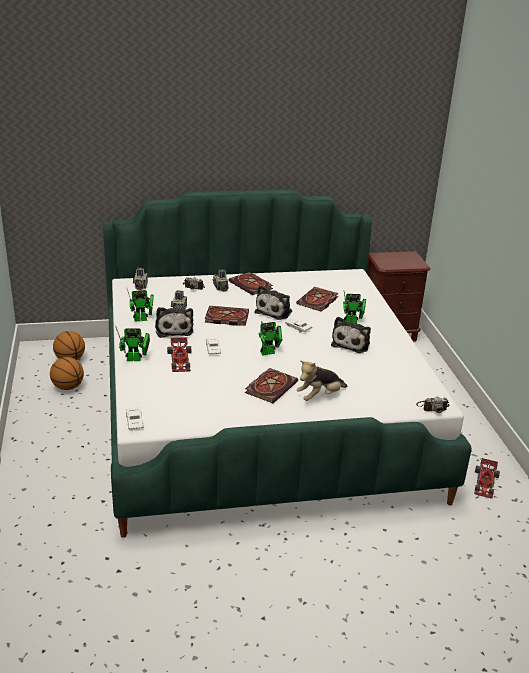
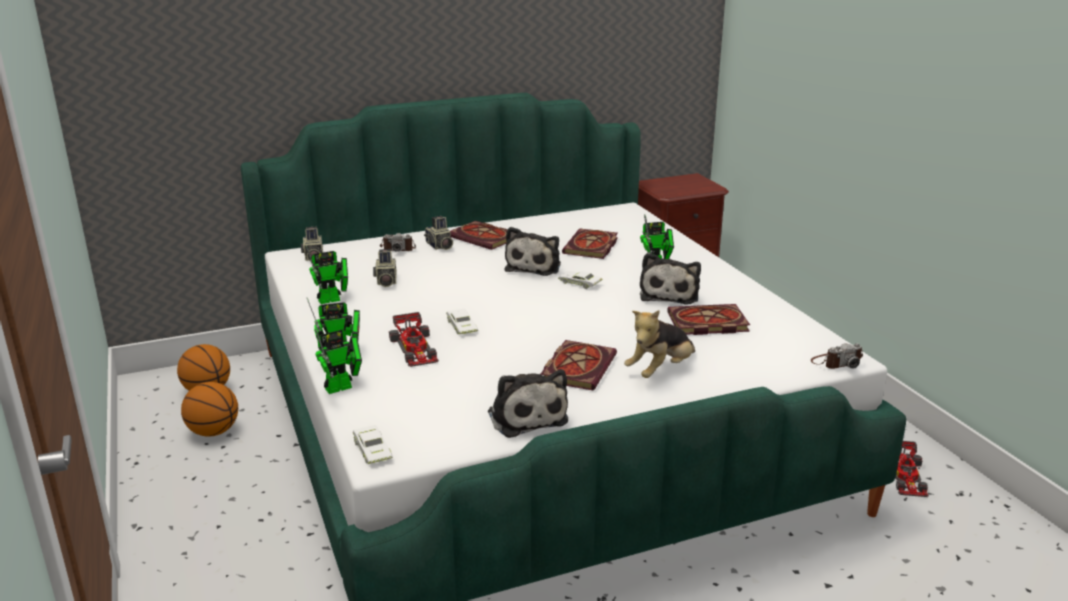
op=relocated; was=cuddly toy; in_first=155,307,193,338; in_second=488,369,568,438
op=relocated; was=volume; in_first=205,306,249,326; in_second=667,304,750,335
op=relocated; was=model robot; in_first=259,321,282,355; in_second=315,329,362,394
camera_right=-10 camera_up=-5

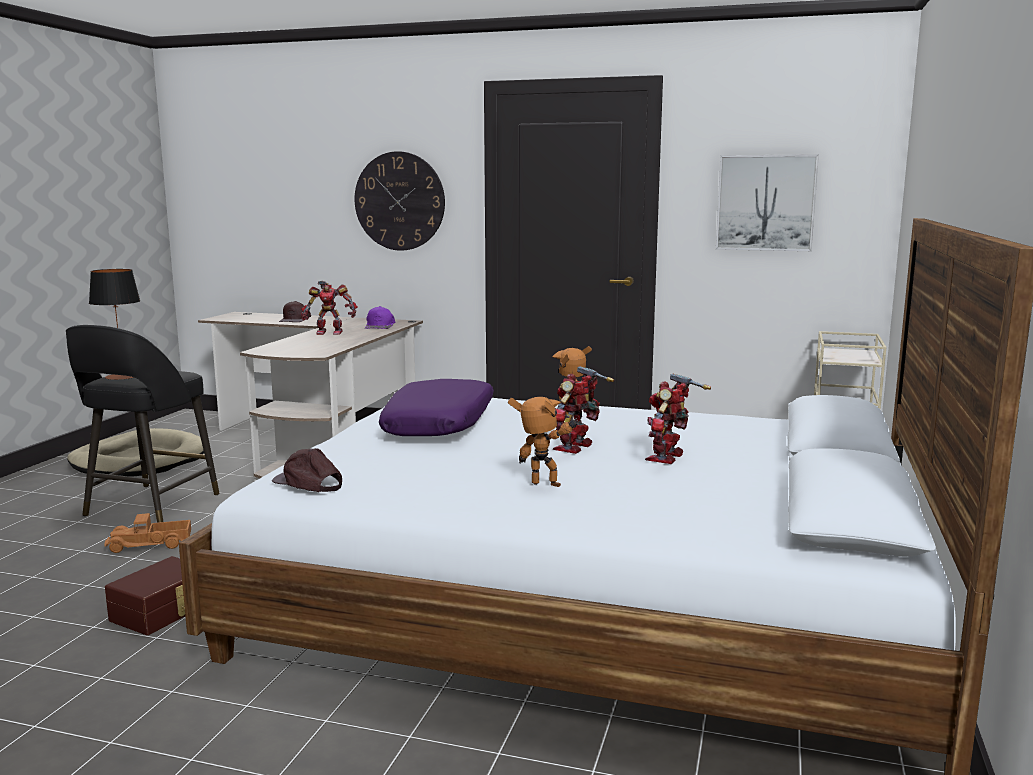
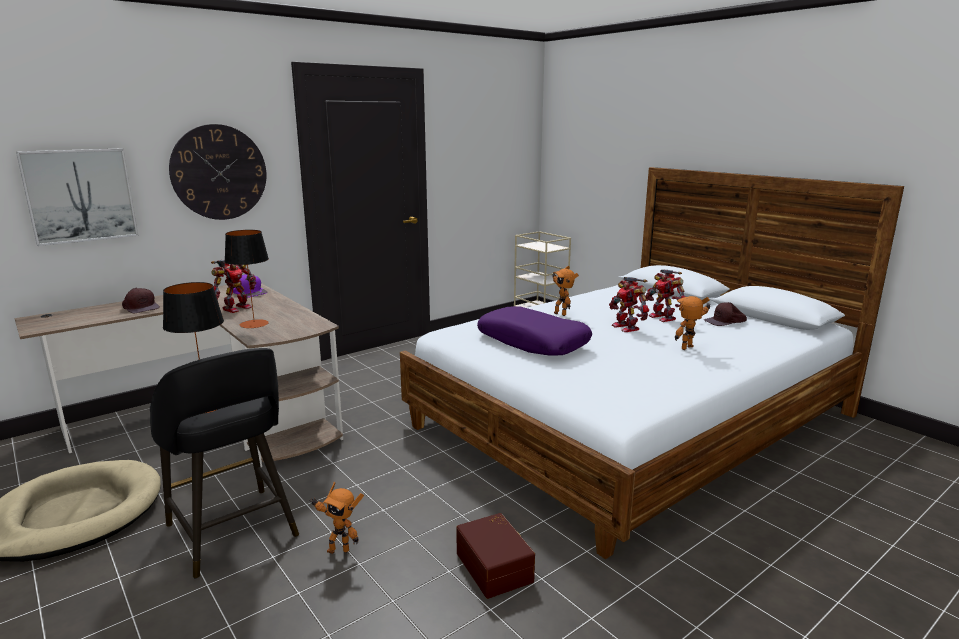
op=appeared; now=table lamp; in_second=224,230,269,328
op=relocated; was=baseball cap (brown-coloured); in_first=272,448,342,492; in_second=704,302,747,326
op=relocated; was=wall art; in_first=716,154,819,251; in_second=16,148,138,246
op=exchanged; was=toy lorry; now=model robot; in_first=104,513,191,553; in_second=310,482,364,554
camera_right=-55 camera_up=5

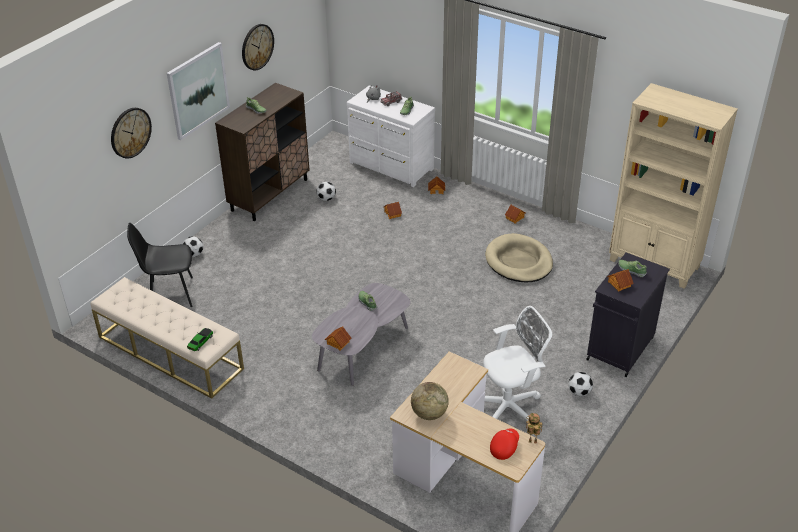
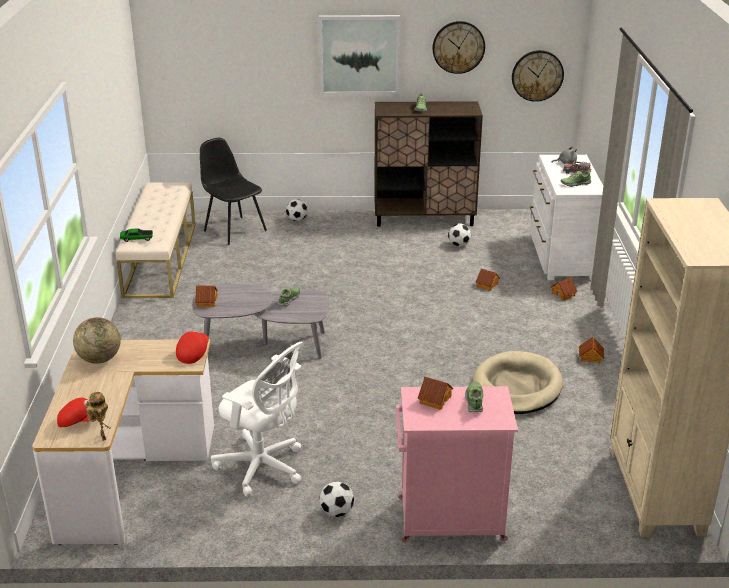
op=appeared; now=baseball cap (reddish); in_second=176,331,209,364
op=relocated; was=hanging clock; in_first=111,108,152,159; in_second=512,50,564,102
op=colour; was=storage cabinet (black-coloured); now=storage cabinet (pinkish); in_first=586,253,670,377; in_second=396,386,518,542
camera_right=55 camera_up=-10

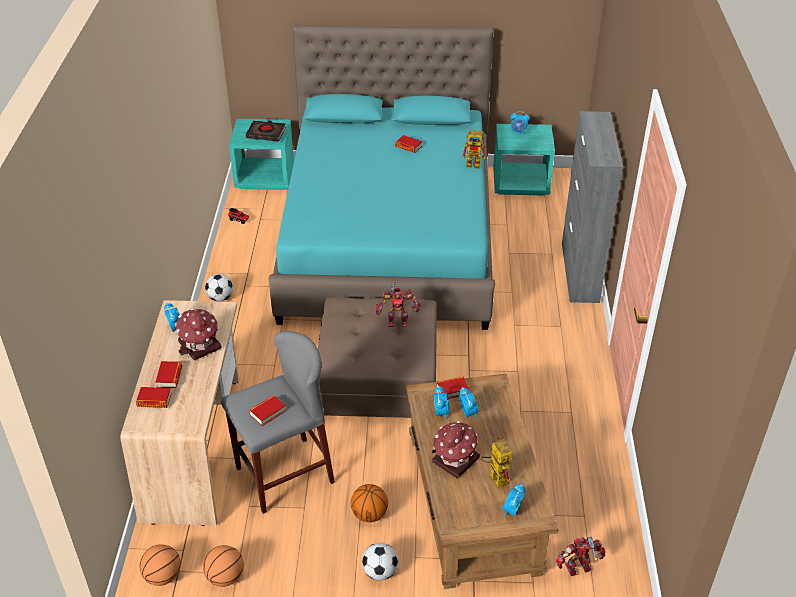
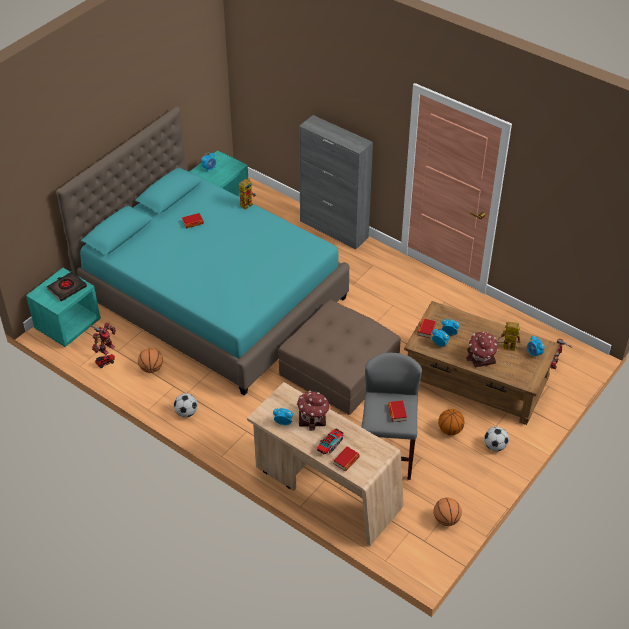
op=relocated; was=ball for basketball; in_first=140,544,181,586; in_second=138,348,163,373
op=relocated; was=model robot; in_first=376,280,421,327; in_second=90,323,116,355
op=exchanged; was=volume; now=toy lorry; in_first=156,361,182,388; in_second=317,428,344,454
camera_right=-55 camera_up=5

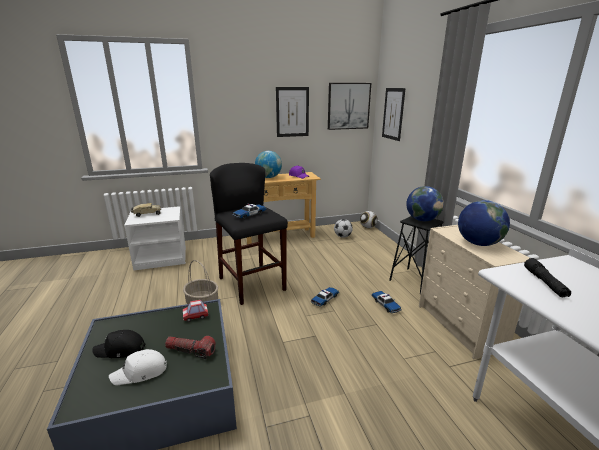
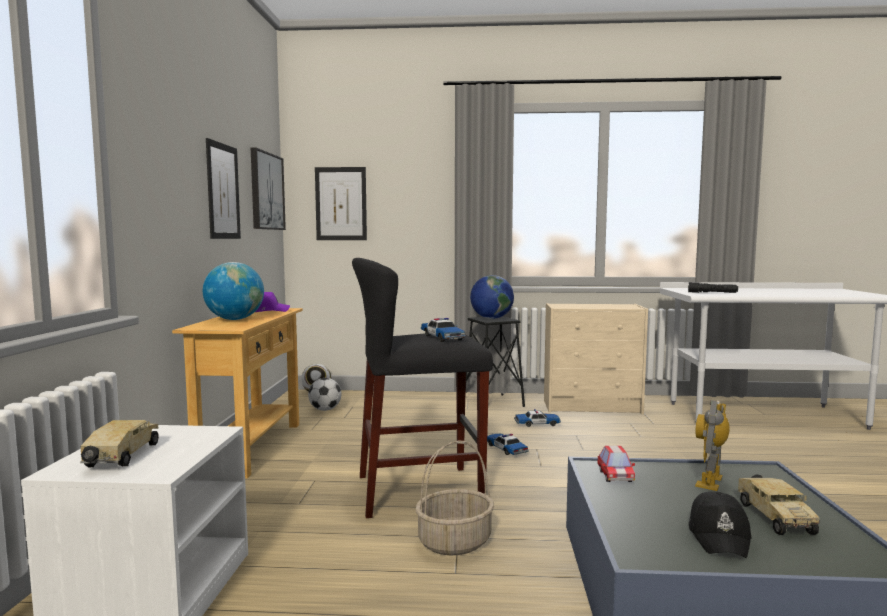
op=missing; was=globe; in_first=458,200,510,246
op=exchanged; was=baseball cap (white); now=toy lorry; in_first=109,349,167,386; in_second=737,474,820,535
op=exchanged; was=hand torch; now=model robot; in_first=165,336,216,359; in_second=695,400,730,491
camera_right=-70 camera_up=-15

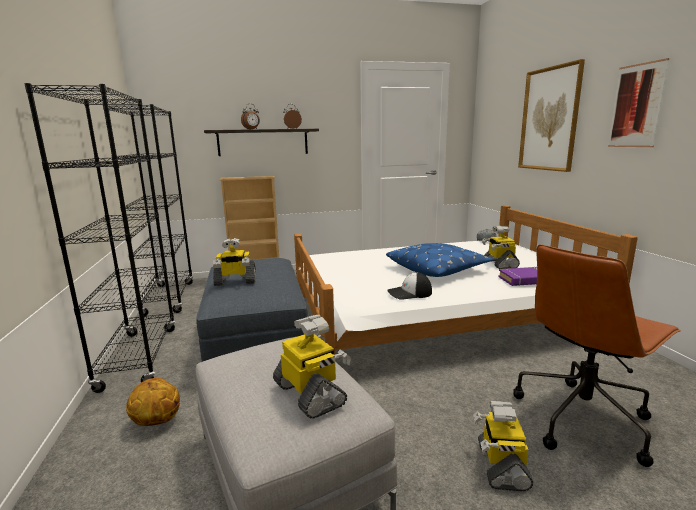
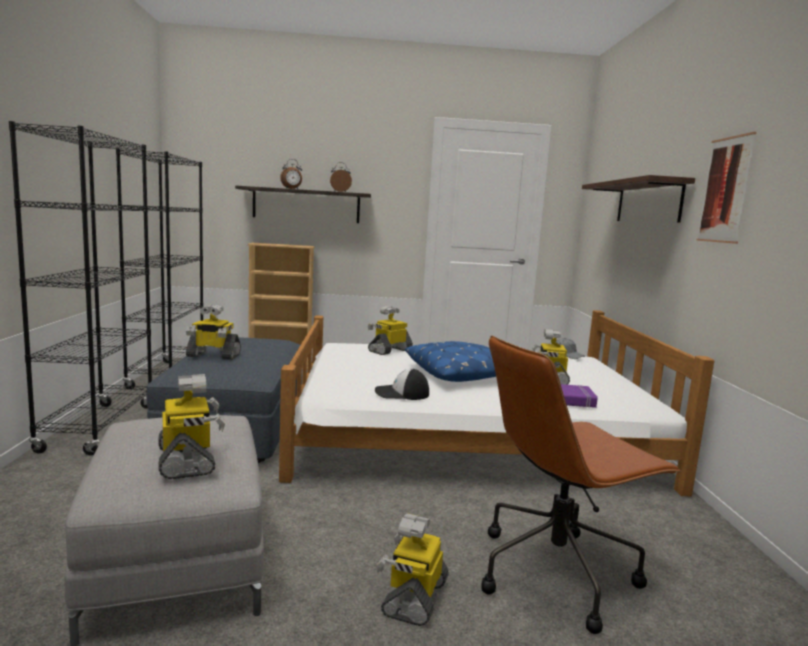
op=missing; was=ball for basketball; in_first=126,378,180,426
op=appeared; now=model robot; in_second=368,306,413,355
op=exchanged; was=wall art; now=wall shelf; in_first=518,59,585,172; in_second=582,175,695,222
camera_right=10 camera_up=-5

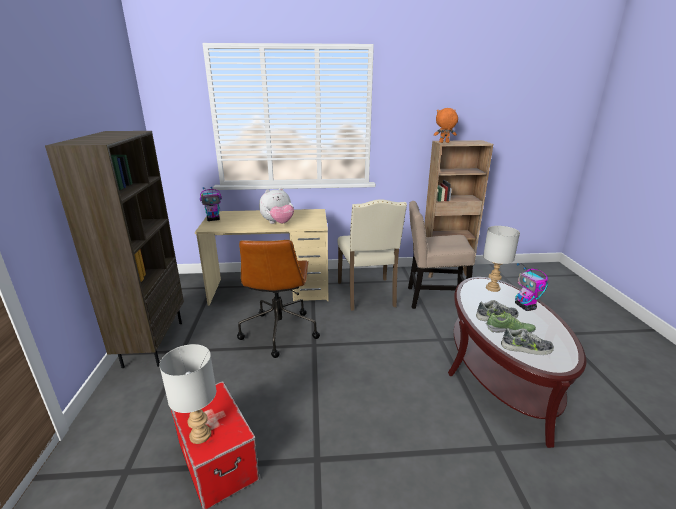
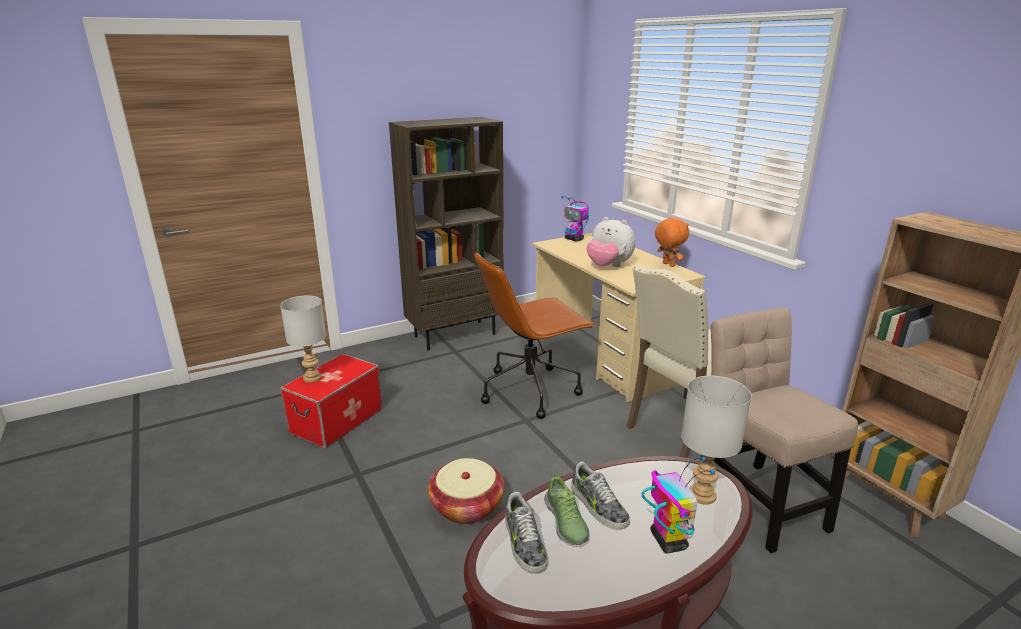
op=appeared; now=storage basket; in_second=428,458,505,524
op=relocated; was=cuddly toy (orange-coloured); in_first=434,108,458,143; in_second=655,217,689,267
op=spun; was=model robot; in_first=515,263,548,311; in_second=642,457,715,553; clockwise=120
camera_right=65 camera_up=0

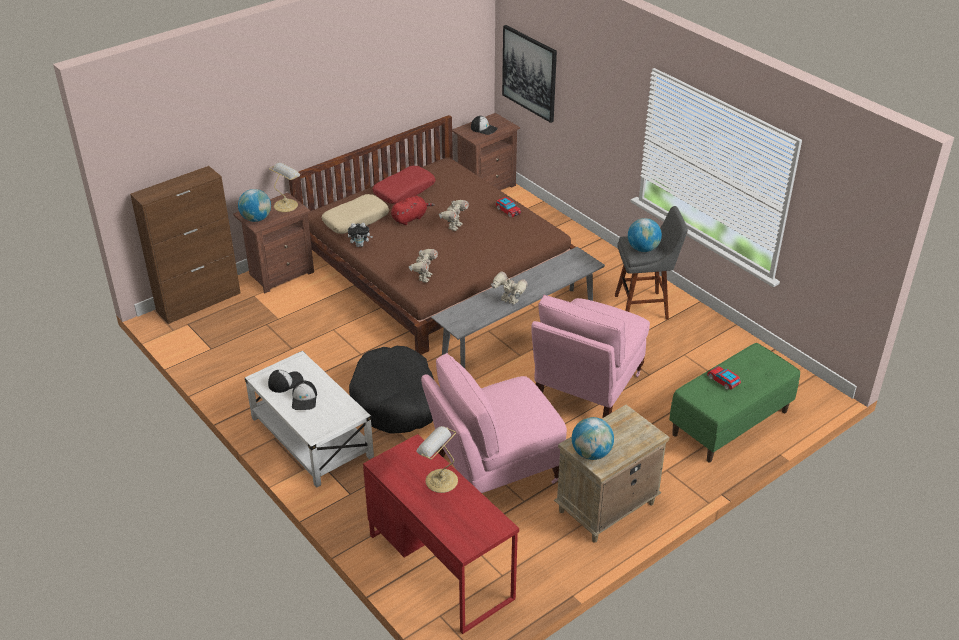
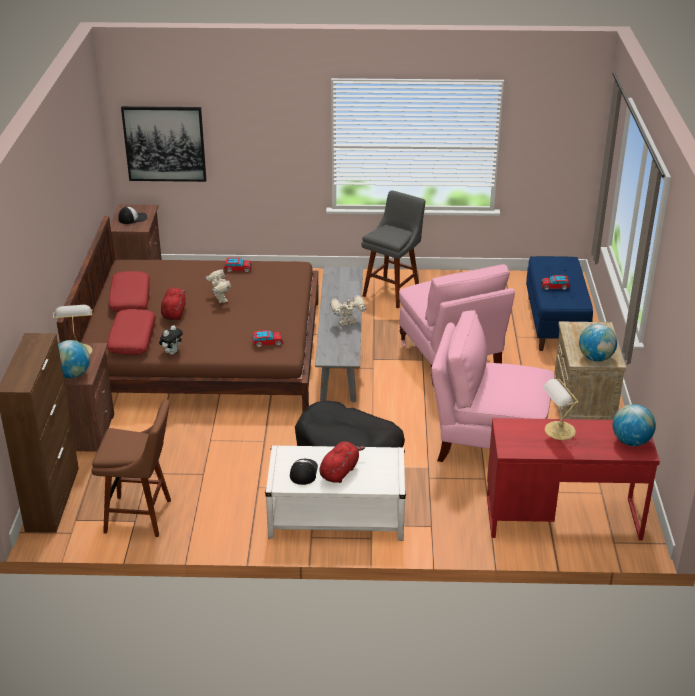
op=appeared; now=sitting stool (brown-coloured); in_second=92,399,171,537
op=relocated; was=globe; in_first=628,218,662,252; in_second=613,404,656,446
op=exchanged; was=baseball cap; now=cuddly toy (reddish); in_first=292,381,317,410; in_second=319,441,365,483
op=exchanged; was=model robot; now=miniature car; in_first=409,249,438,283; in_second=252,330,283,347
op=colour; was=cushion (beige); now=cushion (reddish); in_first=322,194,389,234; in_second=107,309,156,355
op=colour; was=long seat (green); now=long seat (blue-coloured); in_first=669,343,800,462; in_second=526,256,593,351
op=spun; was=chair (pinkish); in_first=421,353,567,494; in_second=431,310,554,462; clockwise=90
camera_right=-50 camera_up=-5

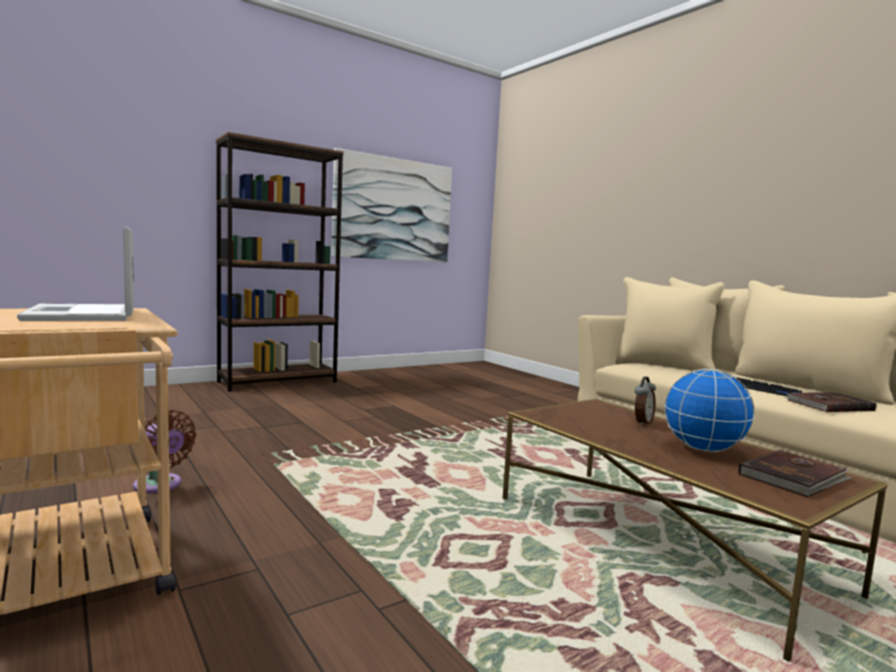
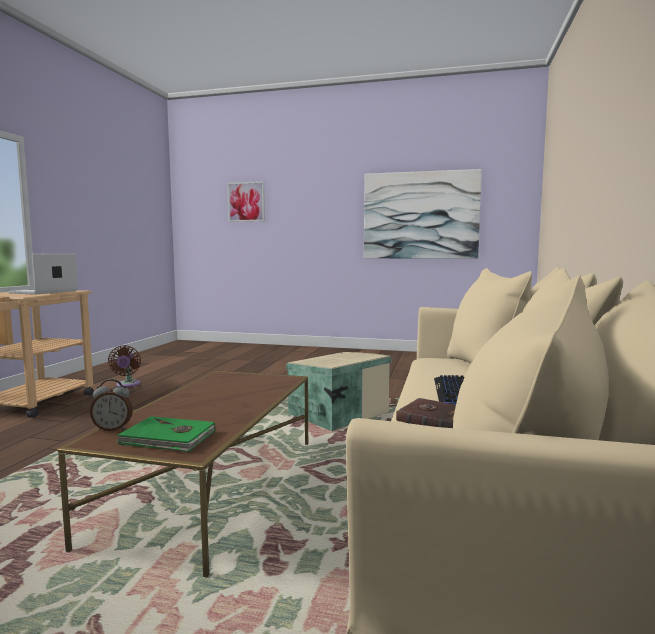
op=missing; was=bookcase (brown-coloured); in_first=216,132,344,392
op=missing; was=globe; in_first=664,369,755,452
op=appeared; now=wall art; in_second=227,181,265,222
op=appeared; now=storage bin (beige); in_second=286,352,391,431
op=relocated; was=alarm clock; in_first=635,377,656,426; in_second=90,379,133,431
op=colour; was=volume (brown-coloured); now=volume (green); in_first=738,450,852,497; in_second=116,416,215,452
camera_right=50 camera_up=0

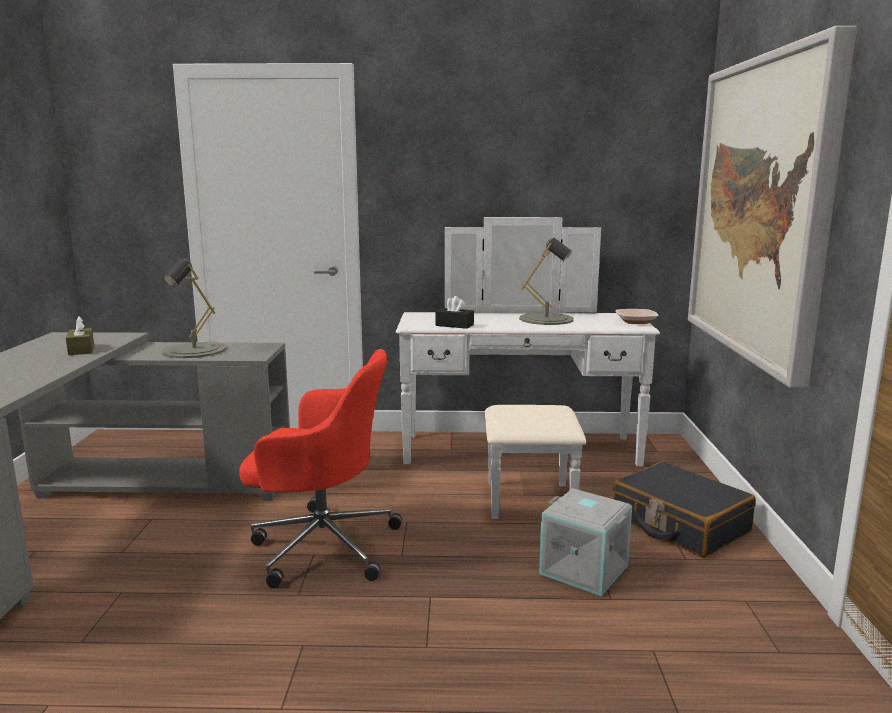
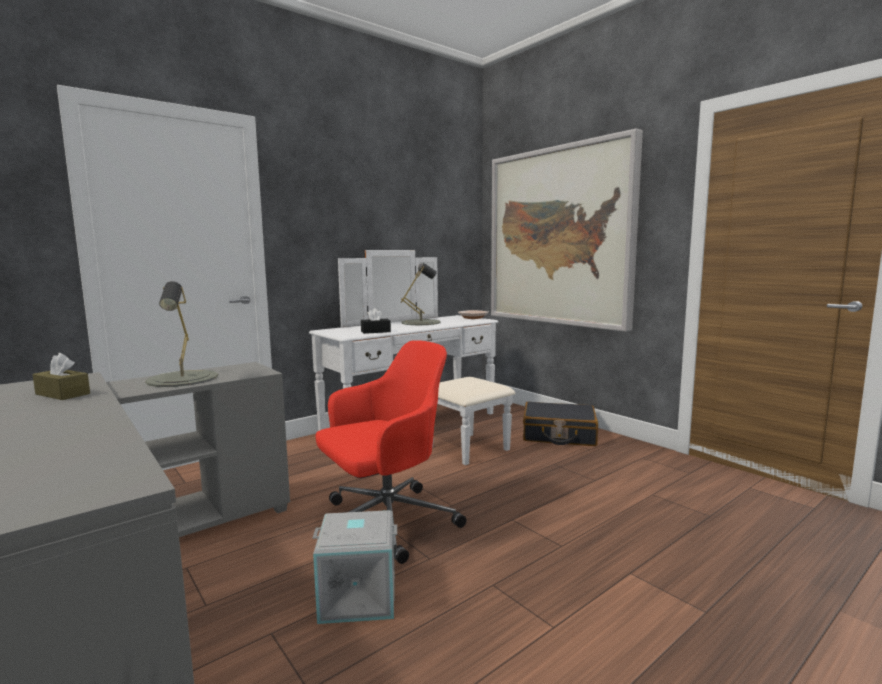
op=relocated; was=storage bin (grey); in_first=539,488,632,596; in_second=313,510,397,624
camera_right=-40 camera_up=-5

